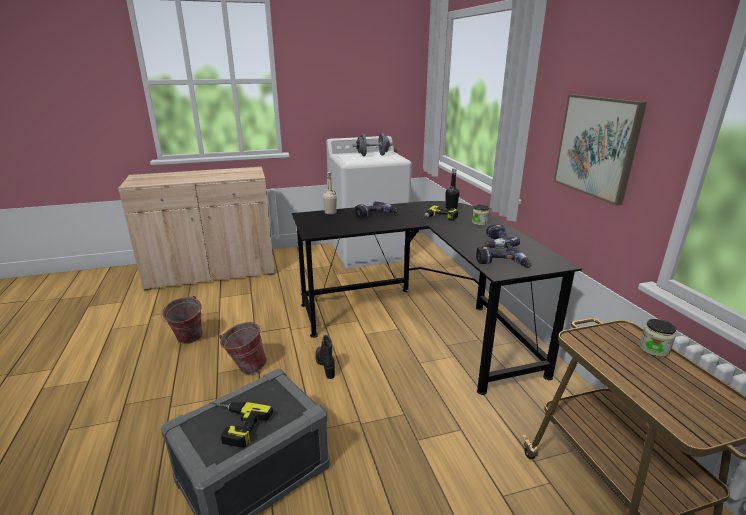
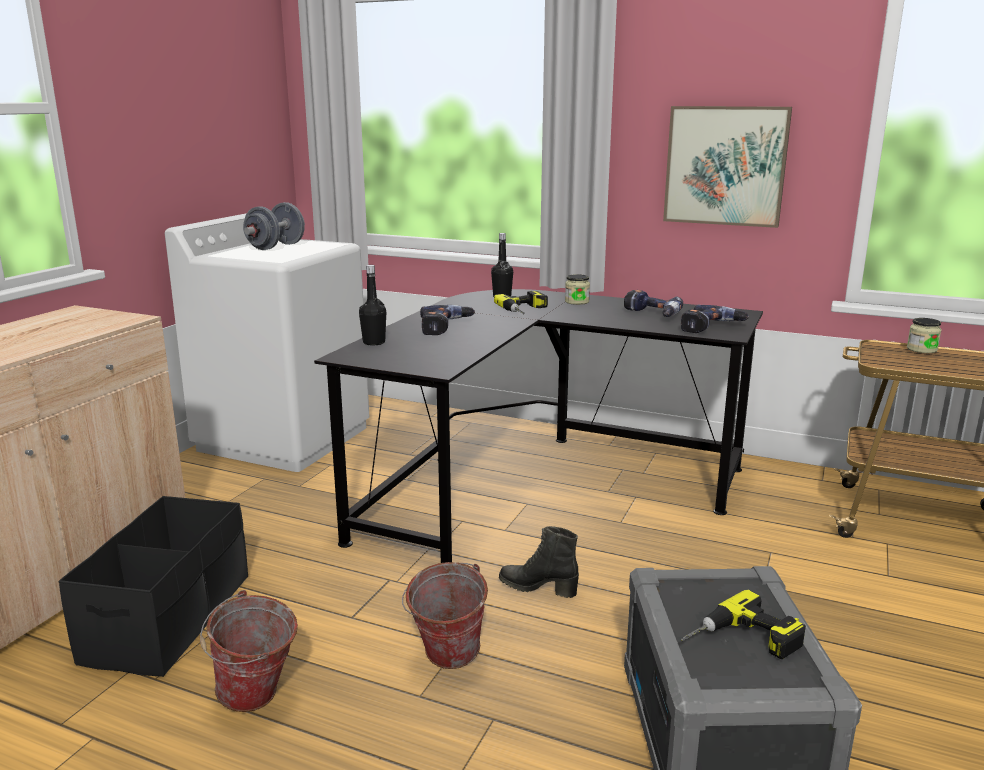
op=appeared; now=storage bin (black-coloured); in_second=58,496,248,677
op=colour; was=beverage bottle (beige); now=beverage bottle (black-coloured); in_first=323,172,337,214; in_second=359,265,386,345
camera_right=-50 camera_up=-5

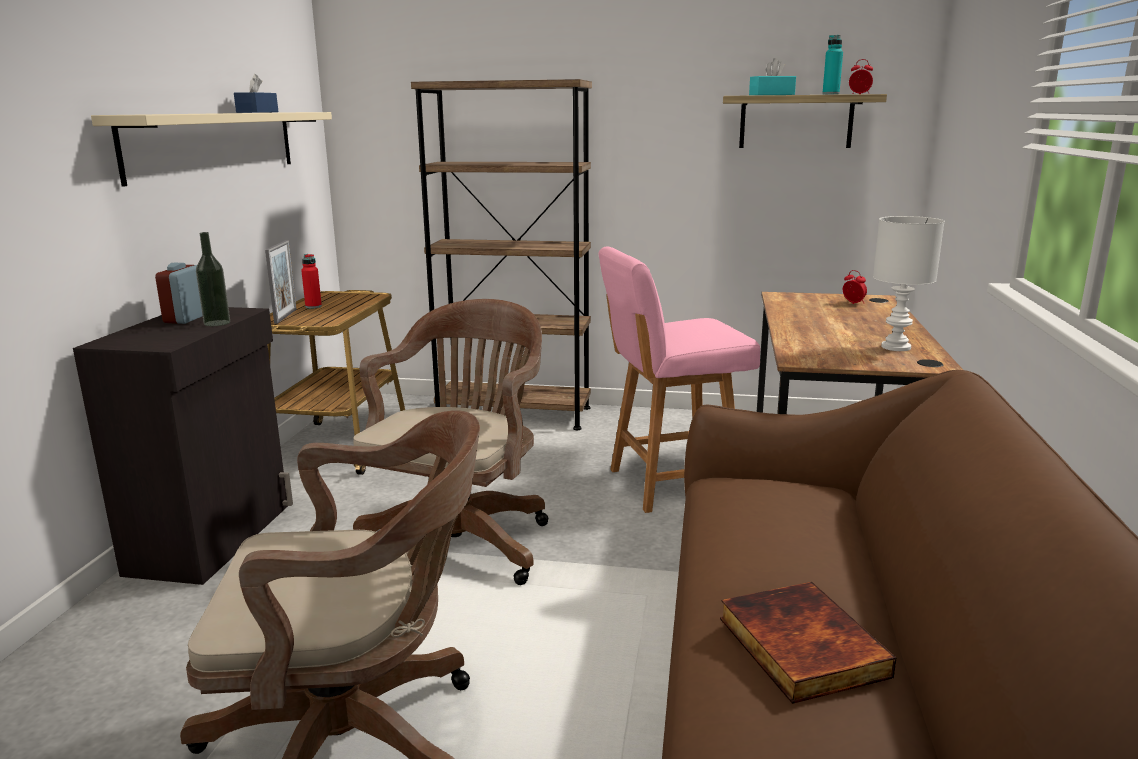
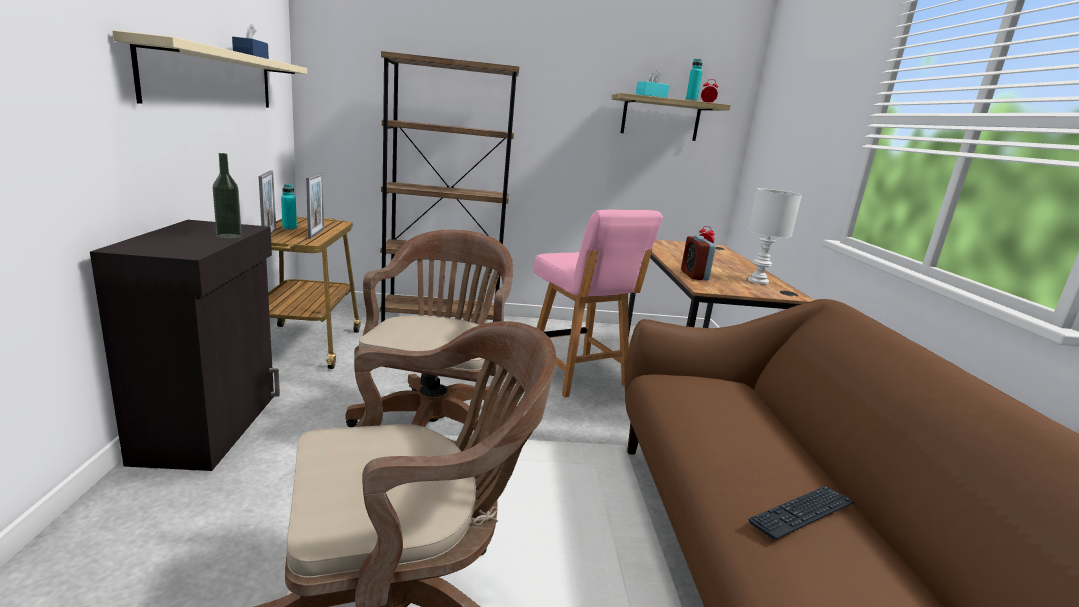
op=appeared; now=picture frame; in_second=306,173,324,239
op=relocated; was=alarm clock; in_first=155,263,202,324; in_second=681,235,716,281
op=exchanged; was=volume; now=computer keyboard; in_first=720,582,897,704; in_second=748,486,854,540
op=colour; was=beverage bottle (reddish); now=beverage bottle (turquoise-coloured); in_first=301,254,322,309; in_second=281,184,297,230
op=spun; was=chair (pinkish); in_first=599,246,760,513; in_second=534,210,663,397; clockwise=-90
camera_right=-15 camera_up=0

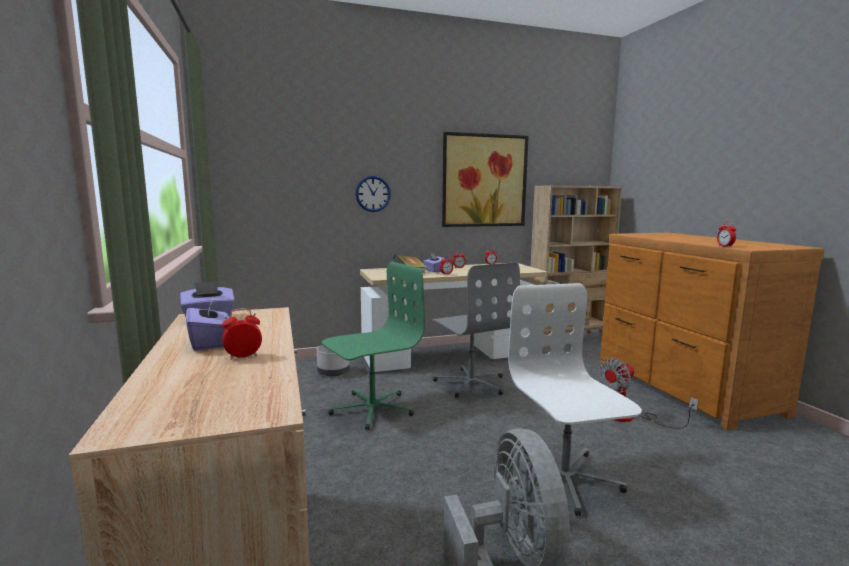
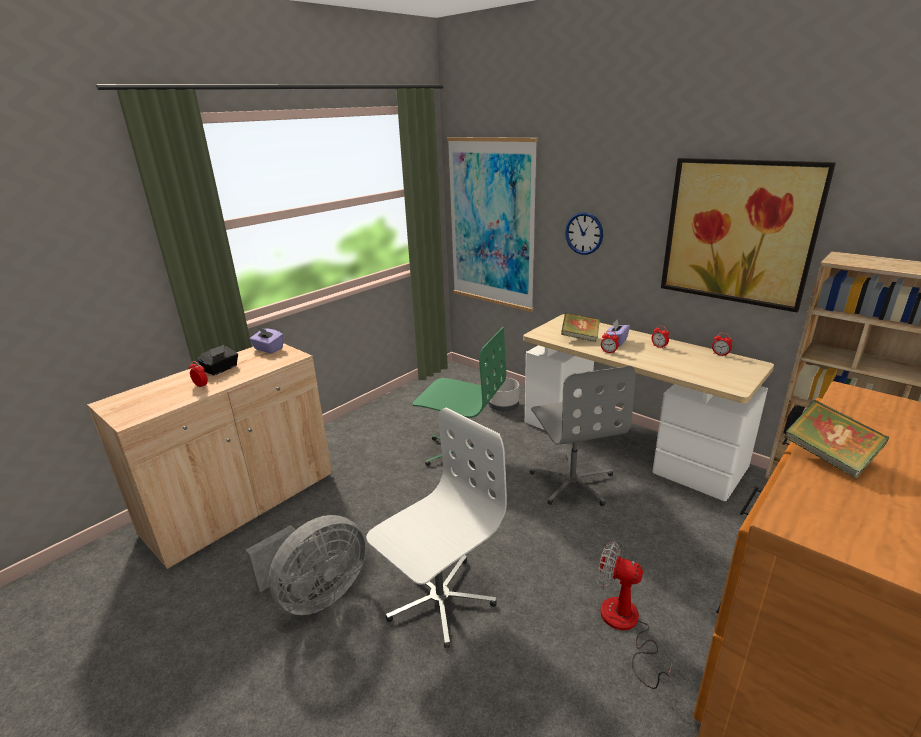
op=missing; was=alarm clock; in_first=717,222,736,247
op=appeared; now=wall art; in_second=447,137,538,312
op=appeared; now=volume; in_second=784,400,889,479
op=colour; was=tissue box (purplish); now=tissue box (black-coloured); in_first=186,296,229,351; in_second=197,345,238,375
op=spun; was=desk chair (grey); in_first=432,263,520,398; in_second=530,366,635,506; clockwise=-45
camera_right=60 camera_up=15

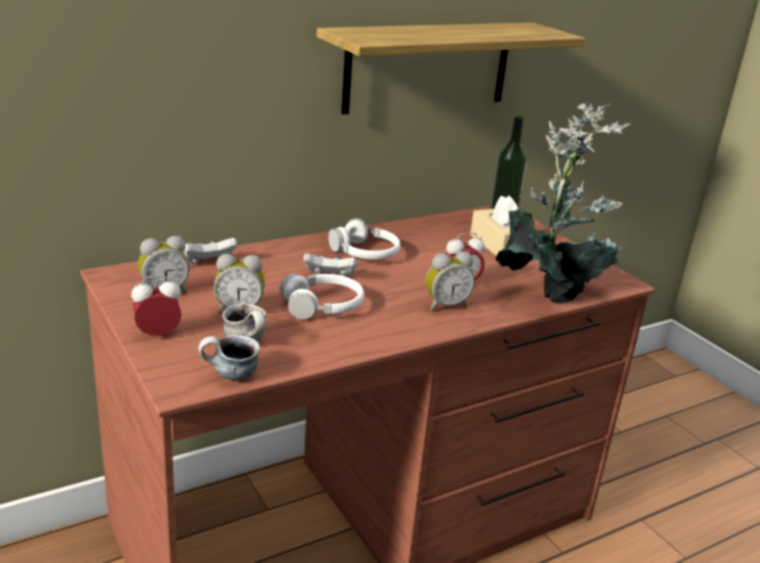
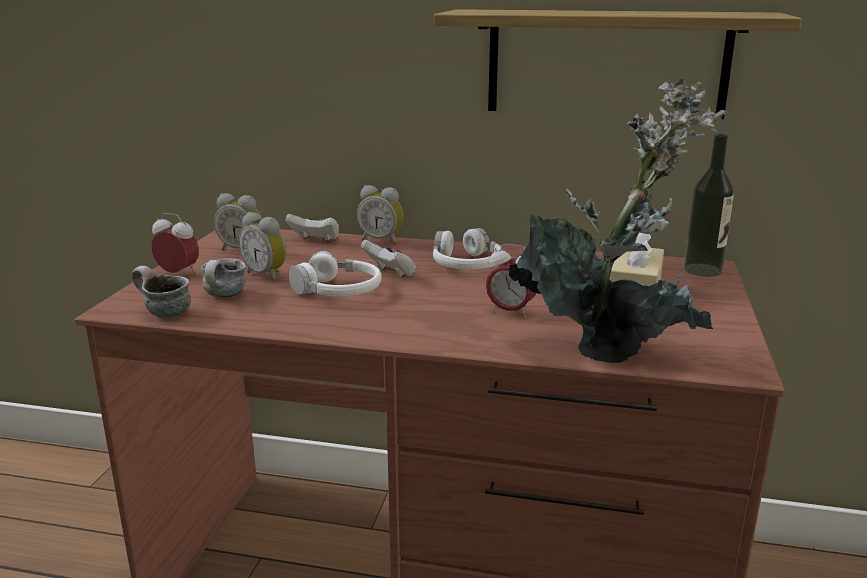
op=relocated; was=alarm clock; in_first=425,251,475,311; in_second=357,185,403,245
camera_right=45 camera_up=-5

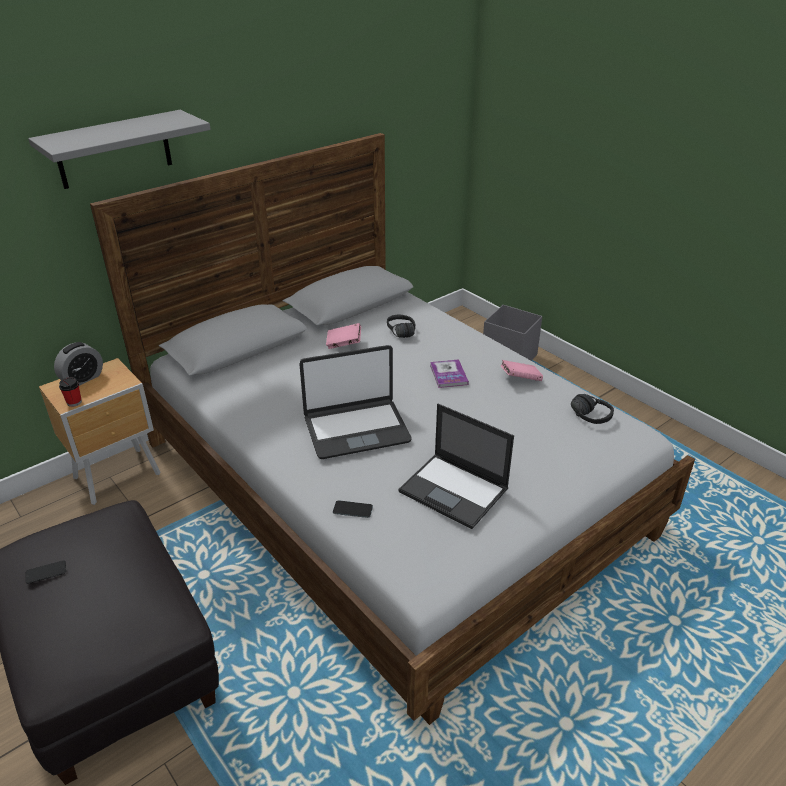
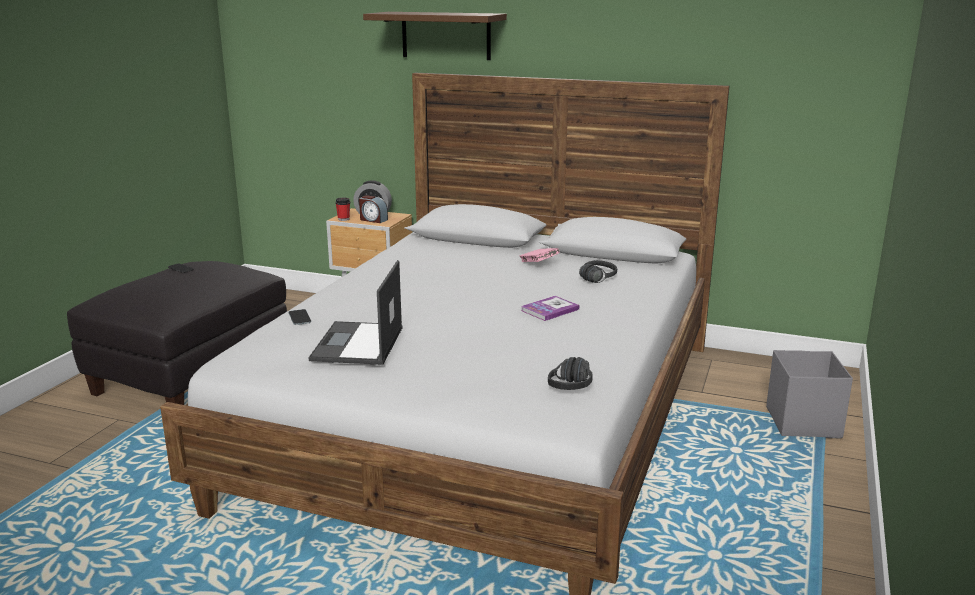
op=missing; was=portable computer; in_first=299,345,412,459
op=missing; was=volume (pinkish); in_first=501,360,543,381
op=appeared; now=alarm clock; in_second=359,195,388,223
op=colour; was=wall shelf (grey); now=wall shelf (brown-coloured); in_first=28,110,211,189; in_second=363,12,507,60
camera_right=60 camera_up=-15

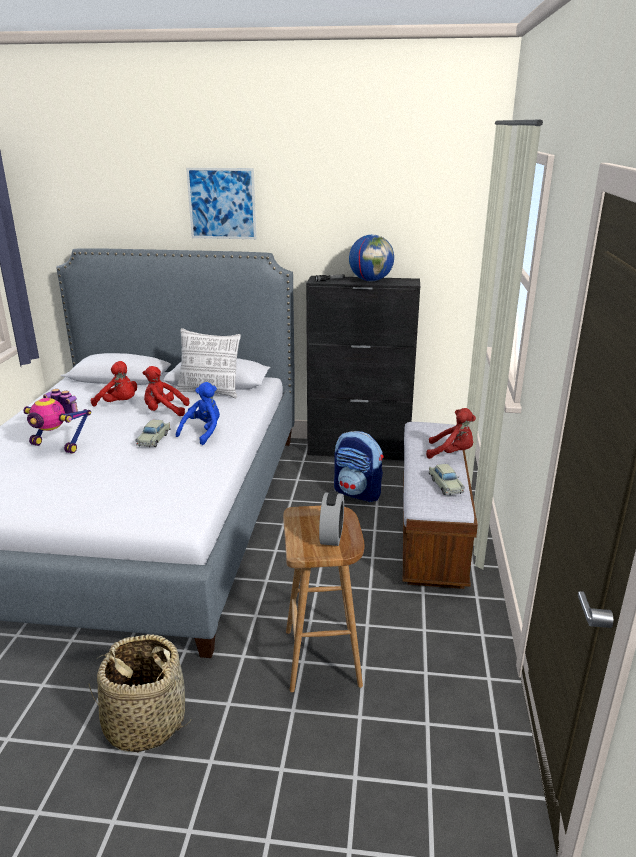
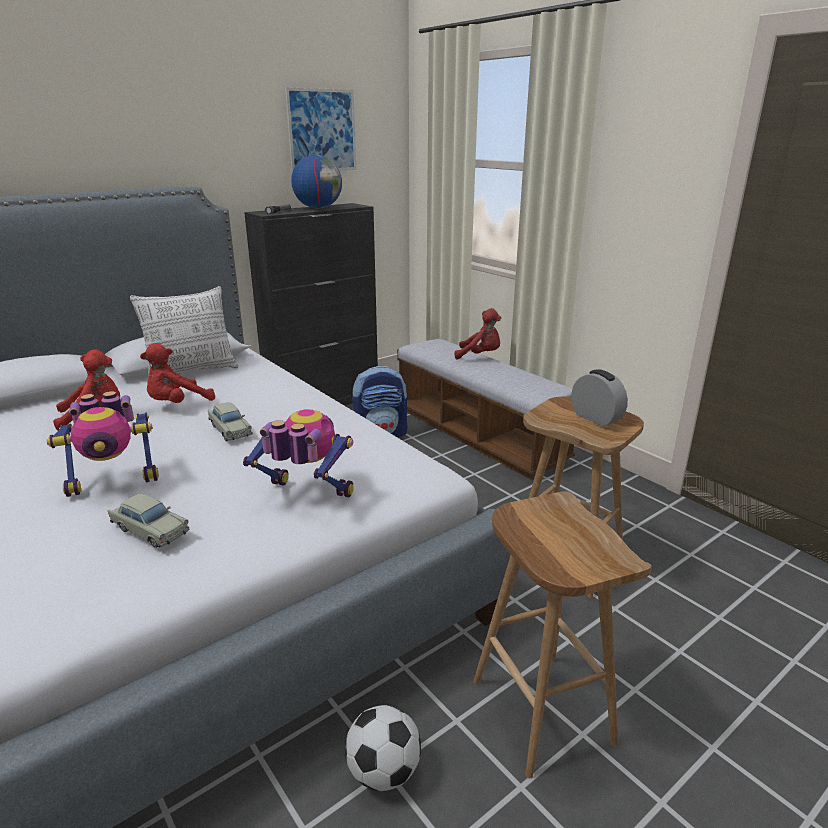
op=missing; was=cuddly toy (blue-coloured); in_first=176,382,220,445
op=appeared; now=model robot; in_second=243,409,354,497
op=appeared; now=football ball; in_second=345,705,421,791
op=relocated; was=wall art; in_first=186,168,256,239; in_second=285,87,356,172
op=relocated; was=miniature car (beige); in_first=429,464,465,495; in_second=108,494,189,548
op=exchanged; was=storage basket; now=sitting stool (brown-coloured); in_first=89,634,192,753; in_second=474,491,652,778
op=spun; was=cuddly toy (reddish); in_first=426,408,476,459; in_second=455,308,501,359; clockwise=45
camera_right=-45 camera_up=0

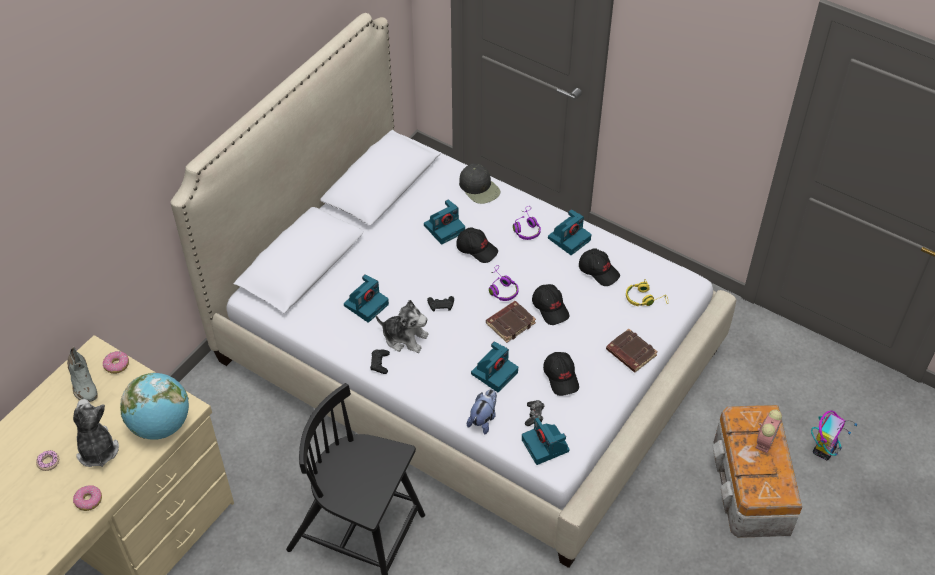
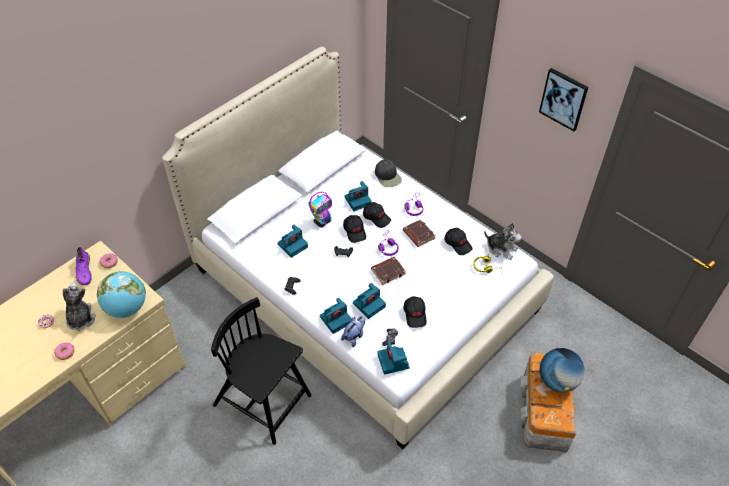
op=appeared; now=wall art; in_second=539,68,588,131
op=relocated; was=cuddly toy; in_first=376,300,429,353; in_second=484,223,522,260
op=relocated; was=baseball cap (black-coloured); in_first=532,284,569,325; in_second=343,215,366,243
op=relocated; was=photo camera; in_first=548,209,591,255; in_second=320,298,352,334
op=relocated; was=volume (brown-coloured); in_first=606,328,658,372; in_second=403,219,435,247
op=relocated; was=model robot; in_first=811,411,857,460; in_second=309,192,332,228
op=exchanged; was=alarm clock; now=globe; in_first=755,409,782,453; in_second=539,348,585,392
op=colour; was=item of footwear (grey); now=item of footwear (purplish); in_first=67,347,98,402; in_second=76,246,92,285
camera_right=10 camera_up=0

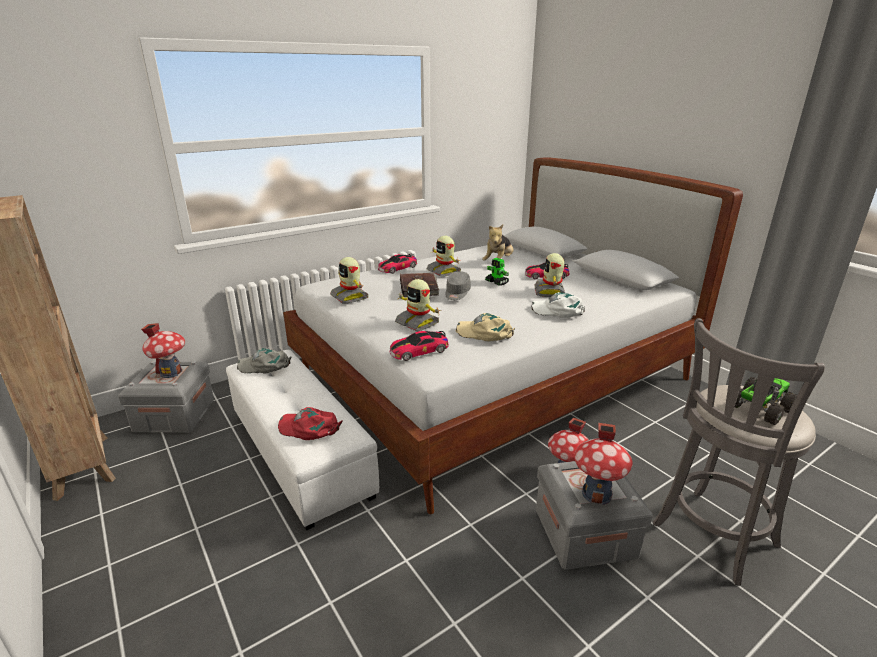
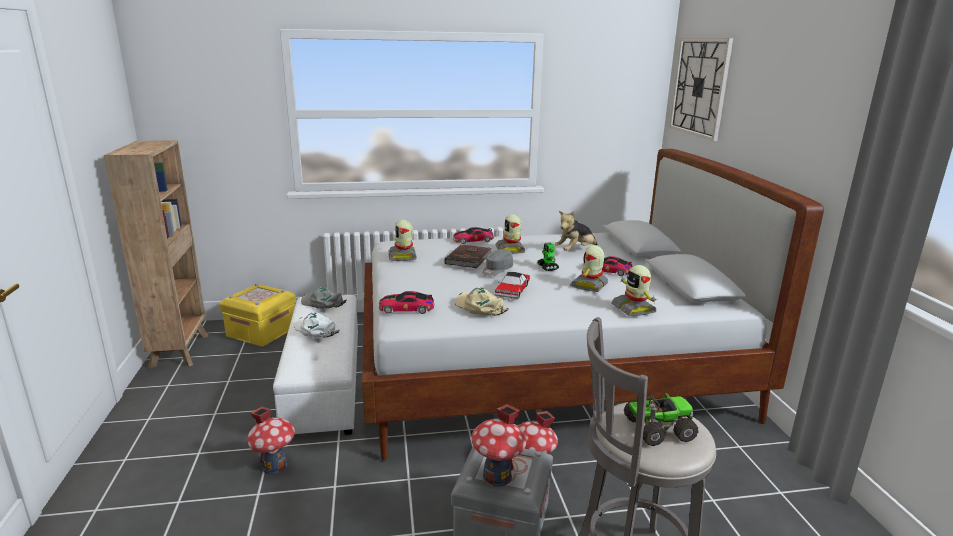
op=missing; was=baseball cap (reddish); in_first=278,407,343,440
op=appeared; now=miniature car; in_second=494,272,530,299
op=appeared; now=hanging clock; in_second=669,38,733,141
op=relocated; was=model house; in_first=141,323,185,378; in_second=247,407,295,474
op=relocated; was=model robot; in_first=395,279,440,331; in_second=611,265,657,316
op=relocated; was=baseball cap (white); in_first=531,292,585,318; in_second=294,312,340,337
op=colour; was=storage bin (grey); now=storage bin (yellow); in_first=118,361,214,432; in_second=219,284,296,347
camera_right=25 camera_up=-5

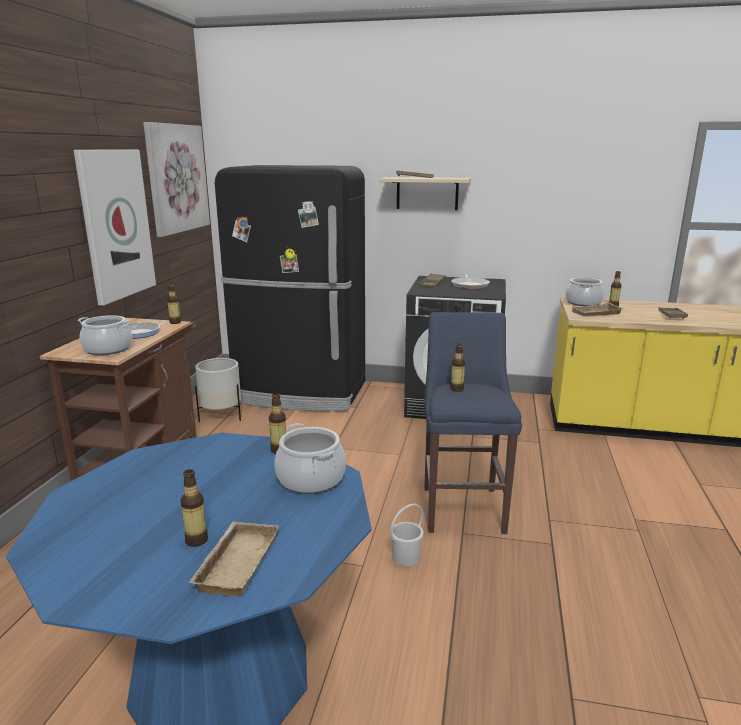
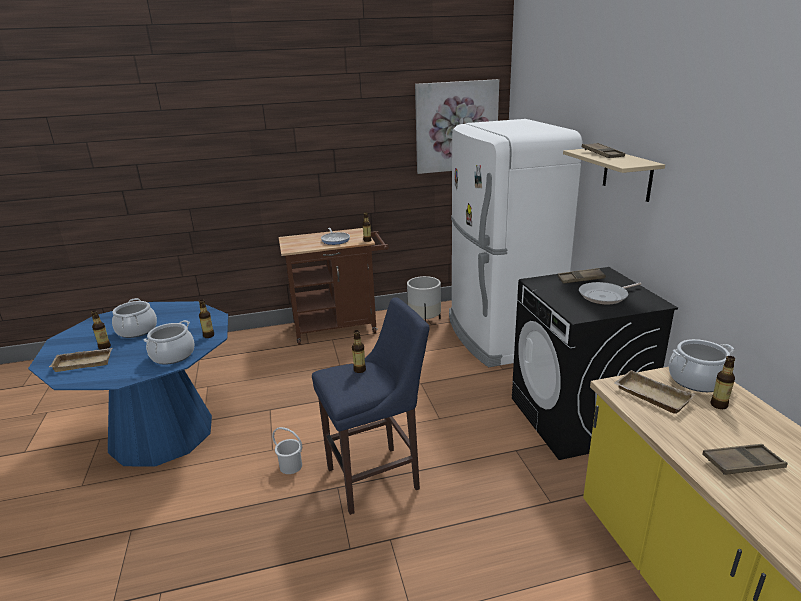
op=missing; was=wall art; in_first=74,150,156,306
op=relocated; was=stockpot; in_first=78,315,132,355; in_second=112,298,157,338
op=colour; was=refrigerator (black-coloured); now=refrigerator (white); in_first=215,165,365,412; in_second=449,119,582,367
camera_right=65 camera_up=5

